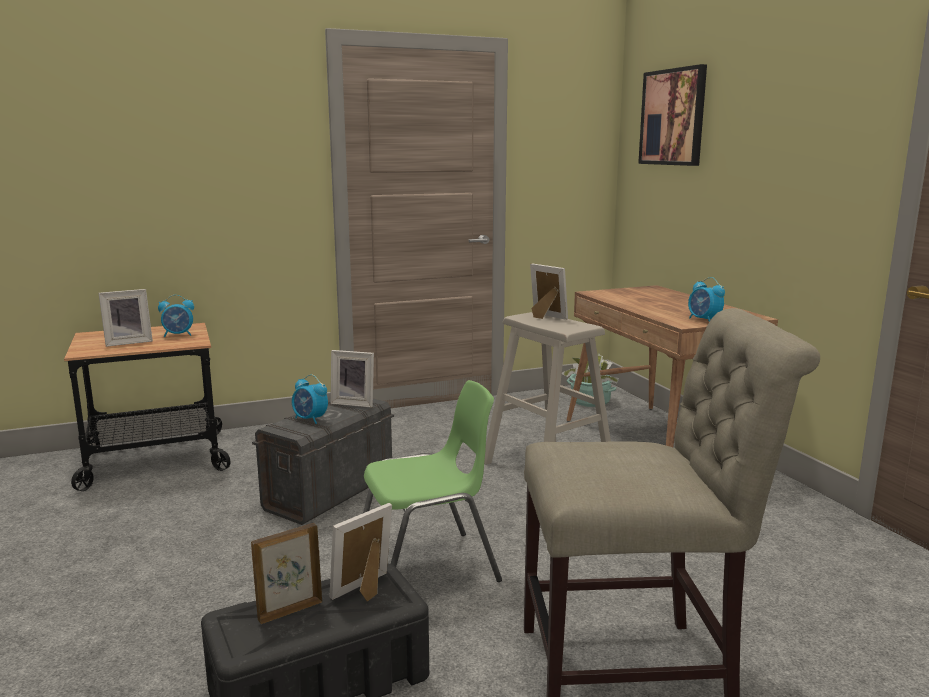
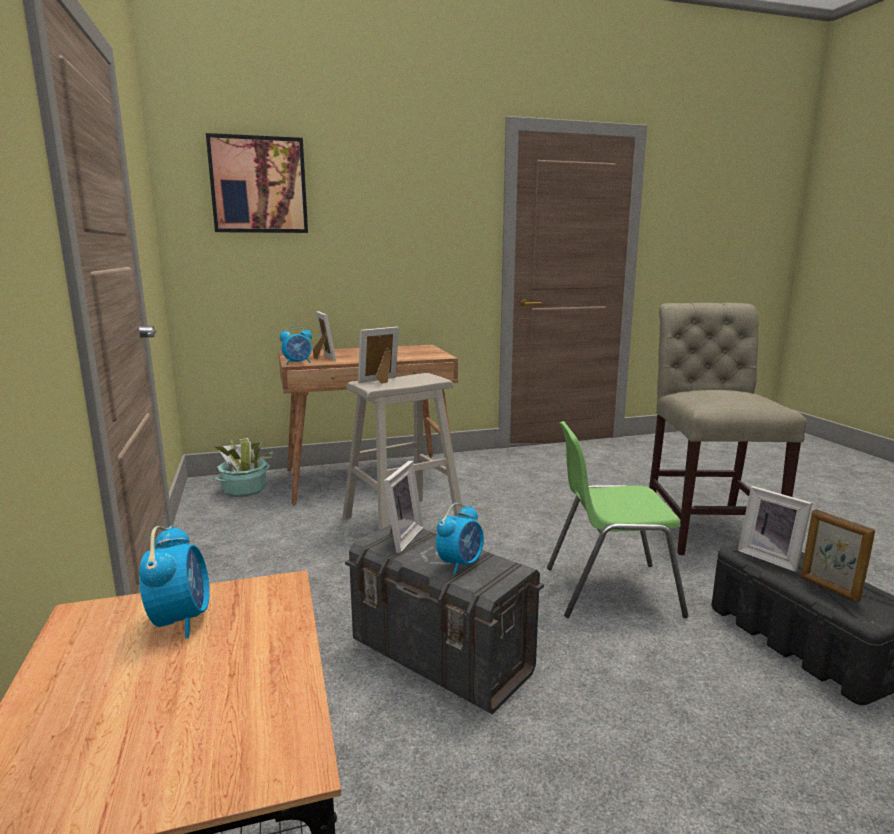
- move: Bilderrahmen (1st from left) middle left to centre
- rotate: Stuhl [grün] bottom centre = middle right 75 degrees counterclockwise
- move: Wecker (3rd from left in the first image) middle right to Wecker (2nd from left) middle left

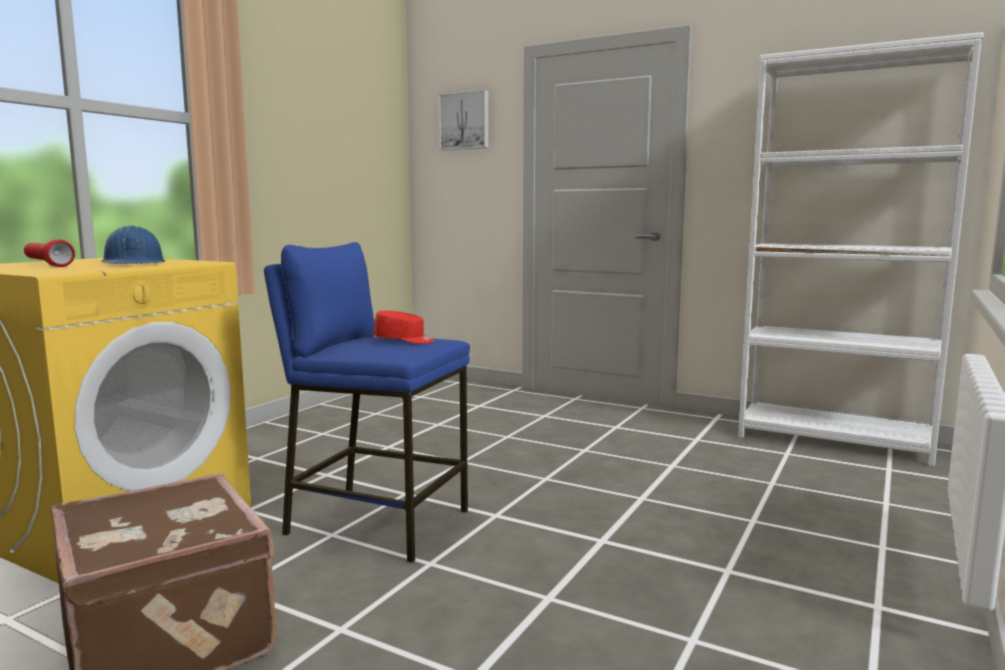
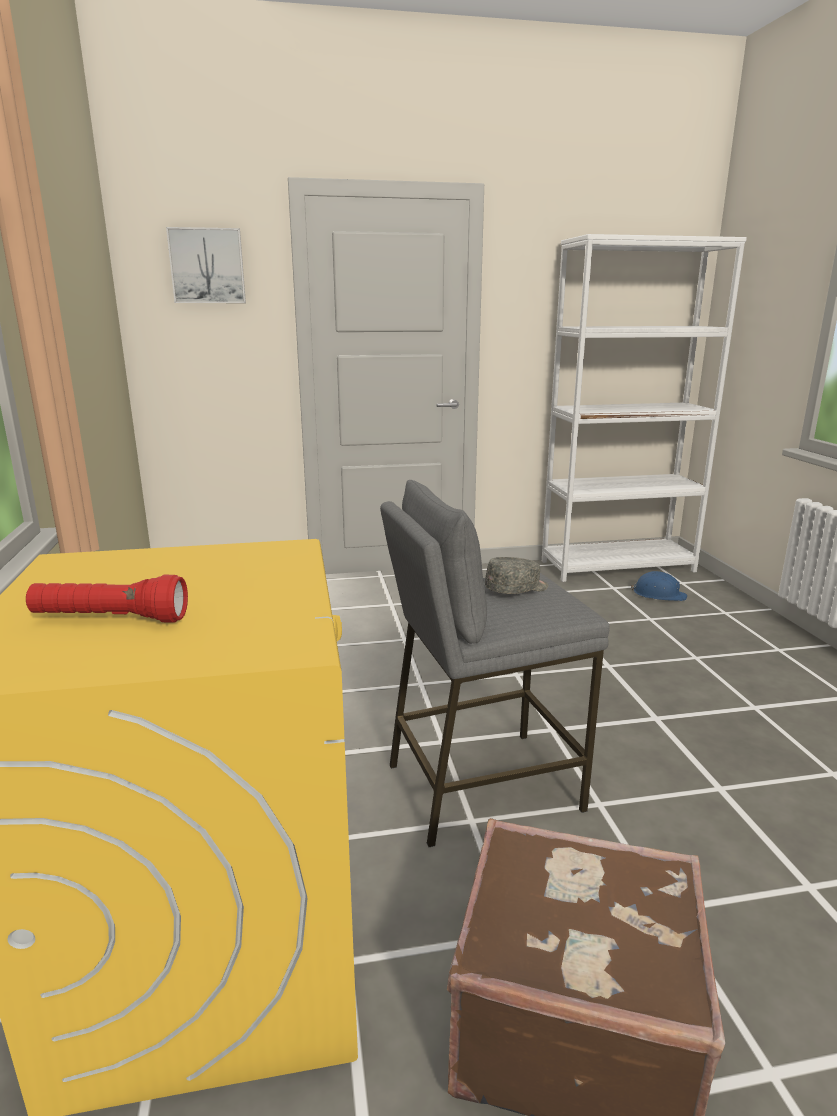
- move: Schutzhelm [blau] middle left to middle right
- recolor: Hocker [blau] centre to Hocker [grau] centre
- recolor: Kappe [rot] centre to Kappe [grau] centre

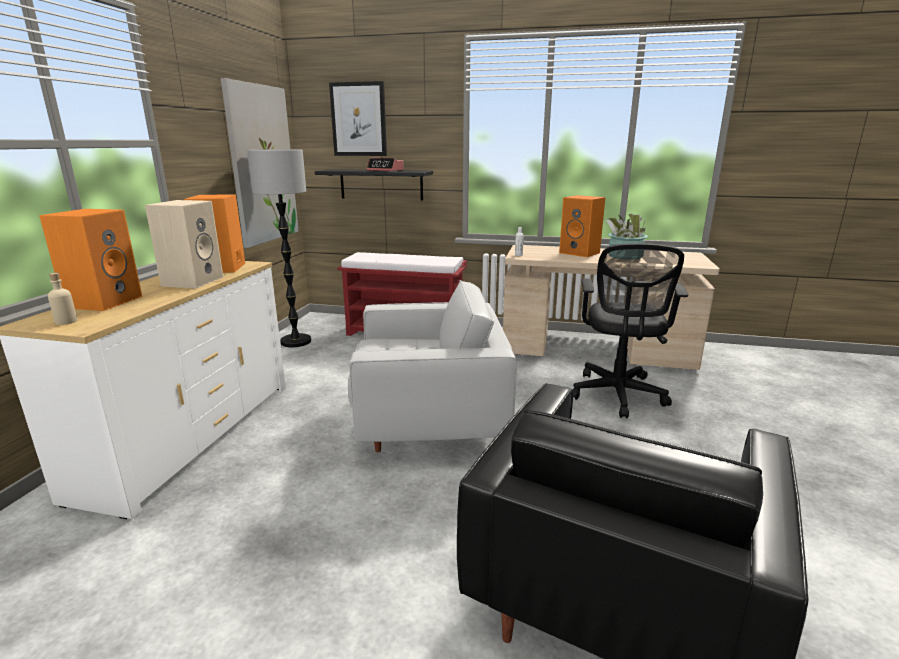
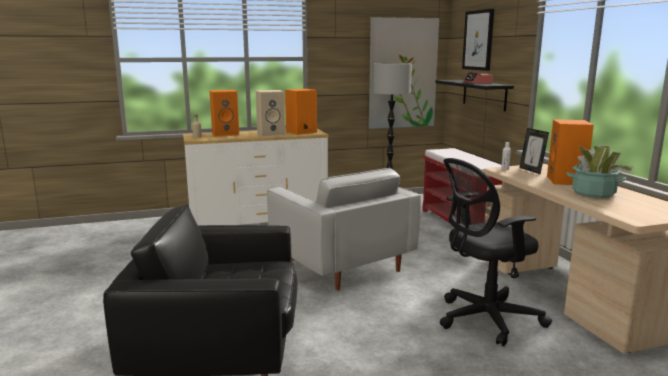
- insert: Bilderrahmen middle right

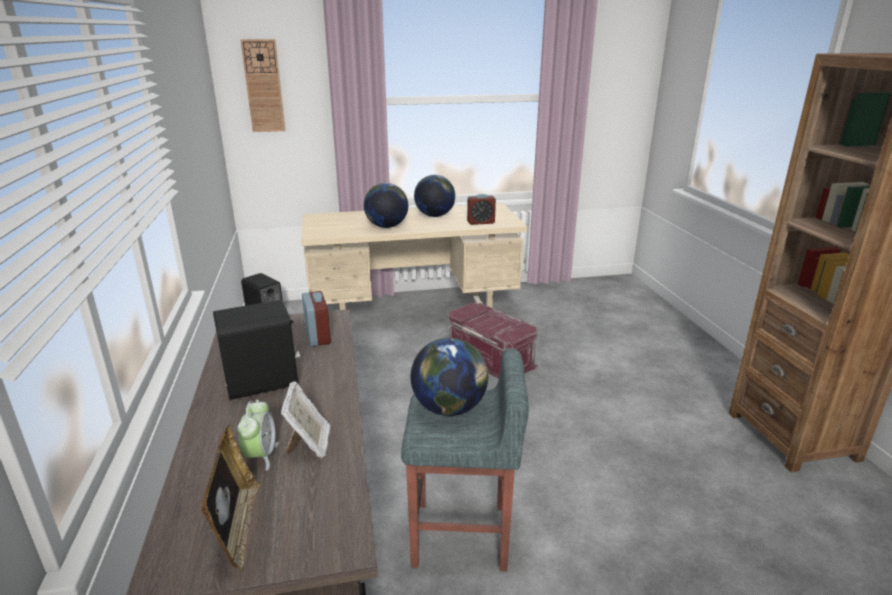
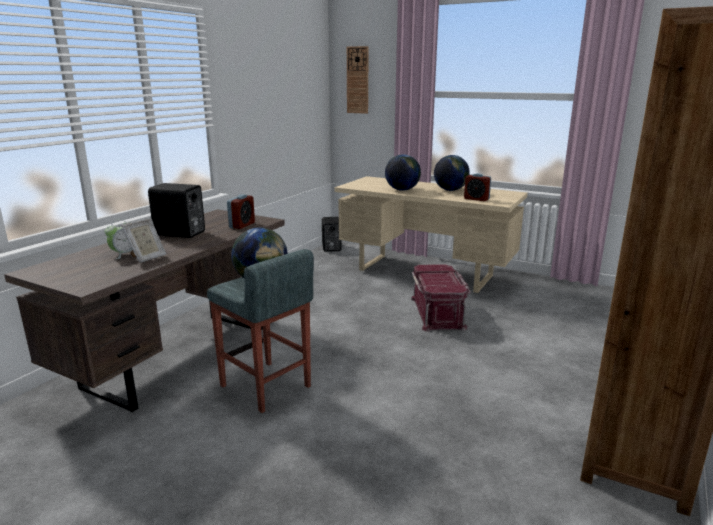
- delete: Bilderrahmen (1st from left) bottom left

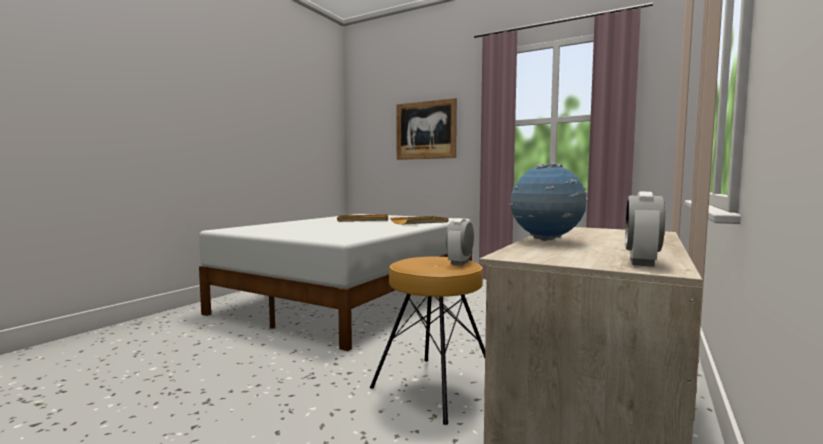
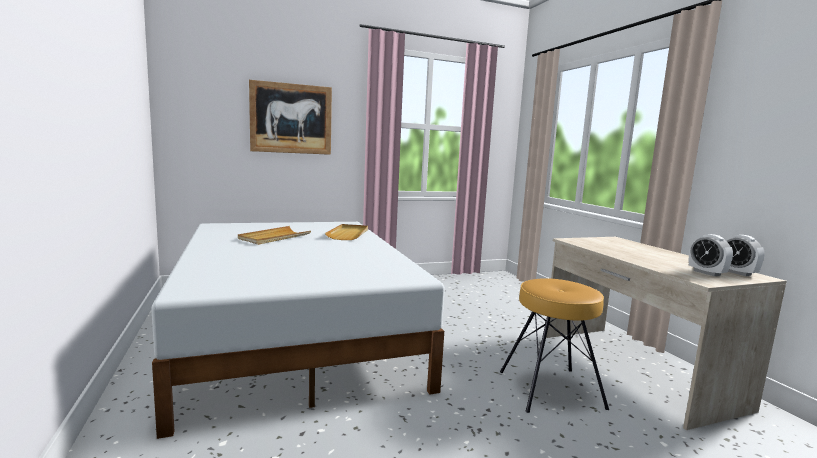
- move: Wecker (1st from left) centre to middle right
- delete: Globus centre

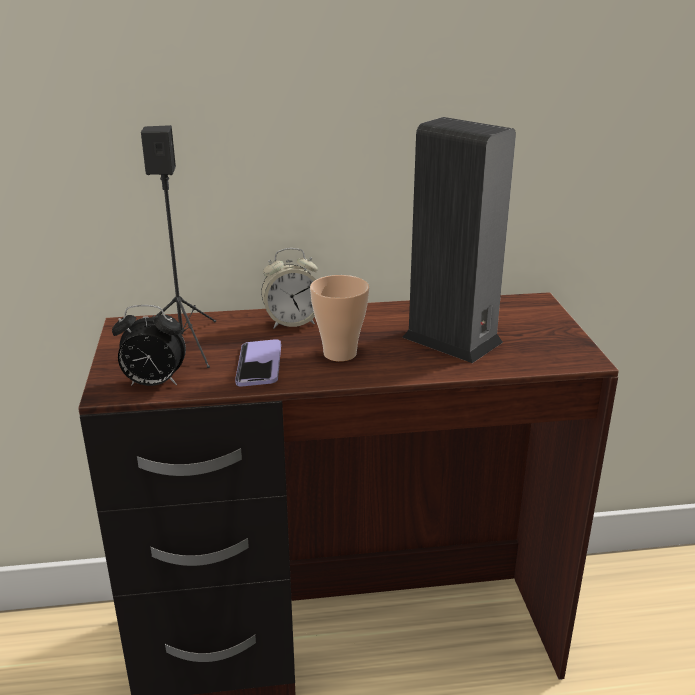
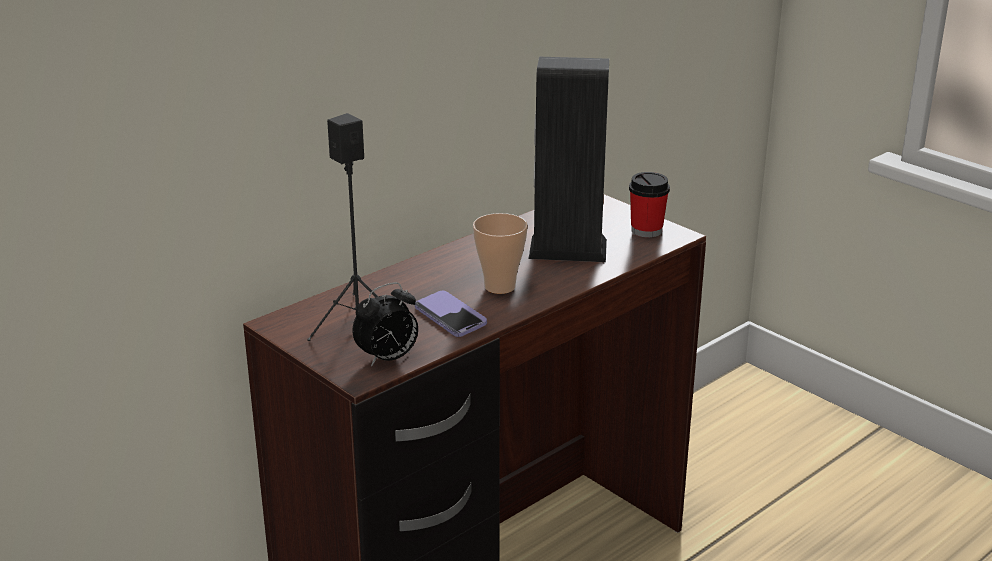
- delete: Wecker (2nd from left) centre
- insert: Tasse (2nd from left) centre

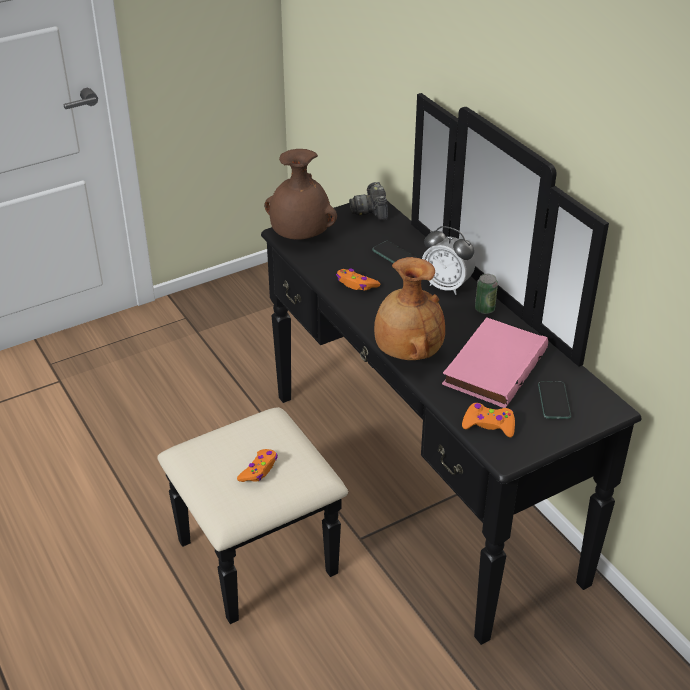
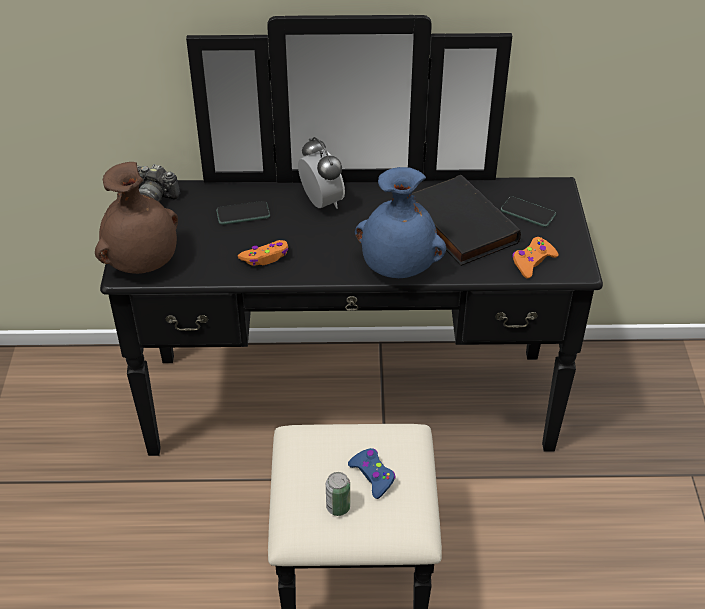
- recolor: Gamepad [orange] (1st from left) bottom centre to Gamepad [blau] bottom centre
- recolor: Vase [braun] (2nd from left) centre to Vase [blau] centre
- rotate: Wecker centre = top centre 90 degrees counterclockwise
- recolor: Buch [rosa] middle right to Buch [schwarz] centre
- move: Dose middle right to bottom centre

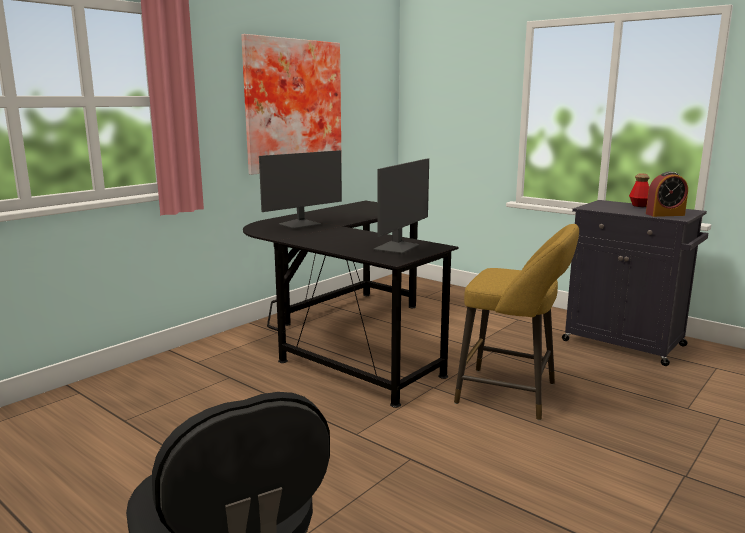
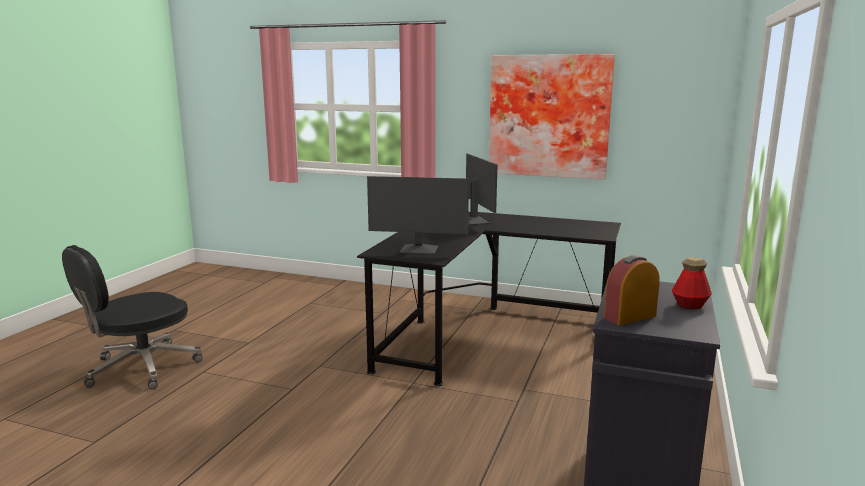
- rotate: Monitor (1st from left in the first image) centre = centre 135 degrees counterclockwise
- delete: Hocker [gelb] middle right
- rotate: Wecker middle right = middle right 90 degrees clockwise

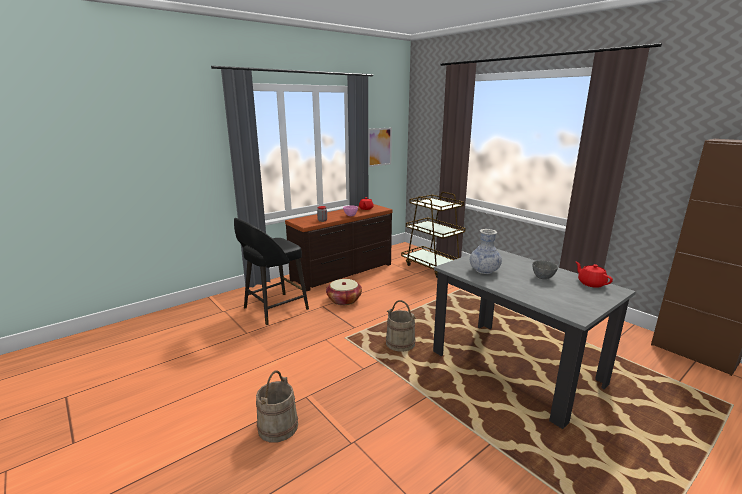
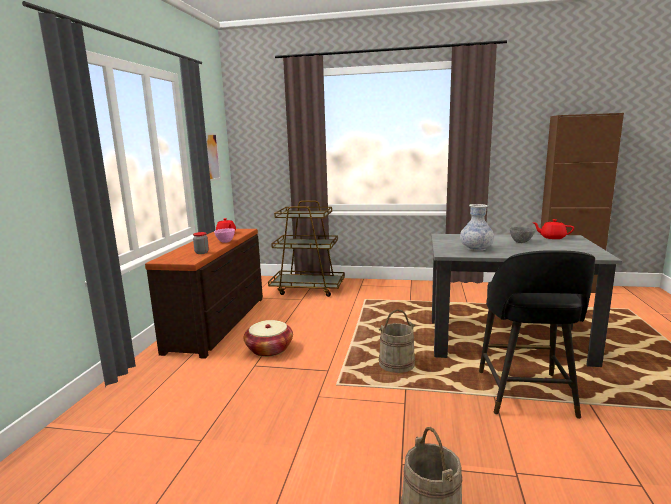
- move: Hocker [schwarz] centre to middle right

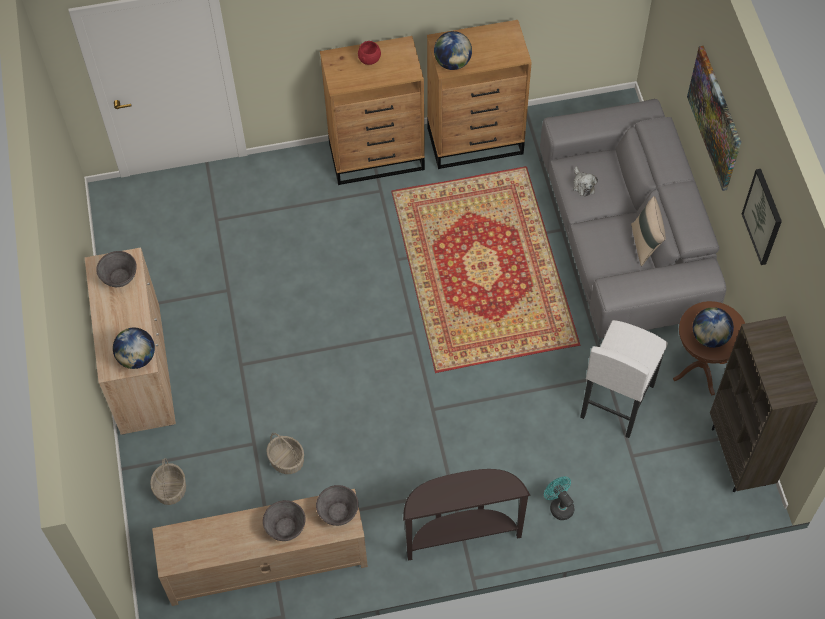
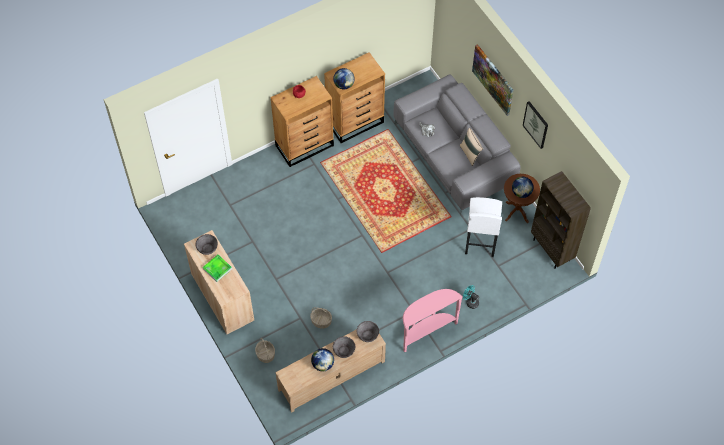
- move: Globus (1st from left) middle left to bottom centre
- recolor: Konsolentisch [braun] bottom centre to Konsolentisch [rosa] bottom centre
- insert: Tablett middle left

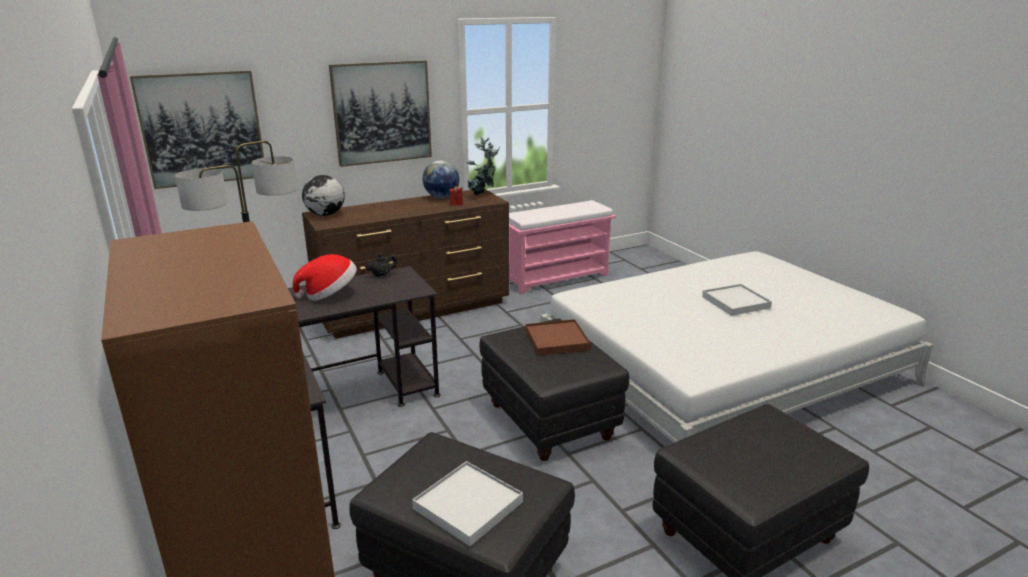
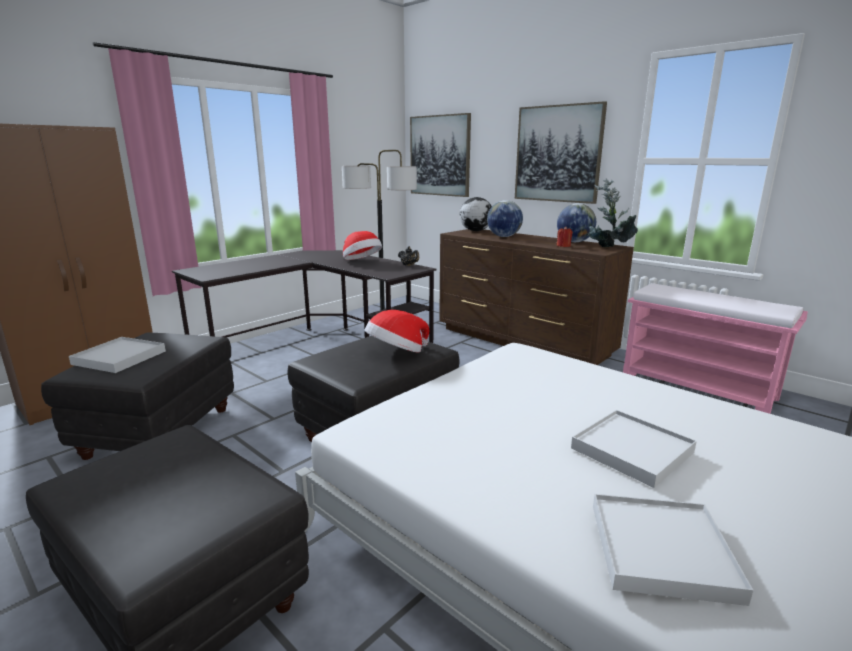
- replace: Tablett [braun] centre to Hut (2nd from left) centre
- insert: Globus (2nd from left) centre
- insert: Tablett [weiß] (3rd from left) bottom right

